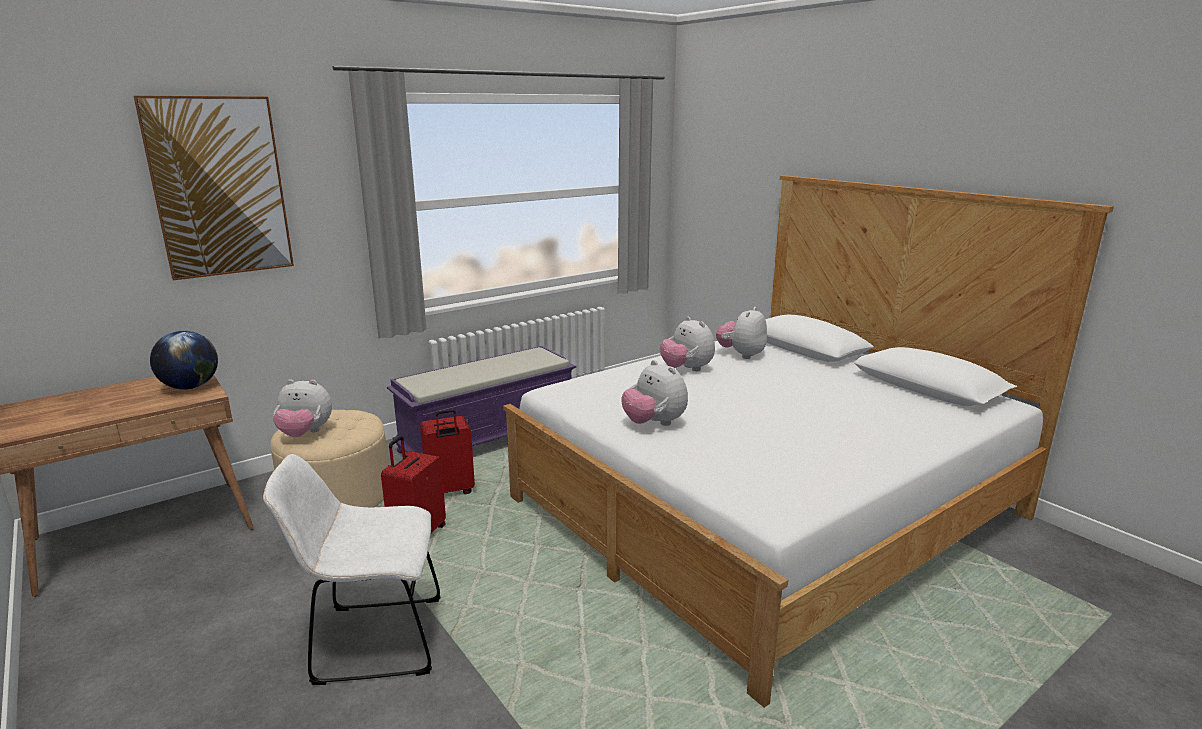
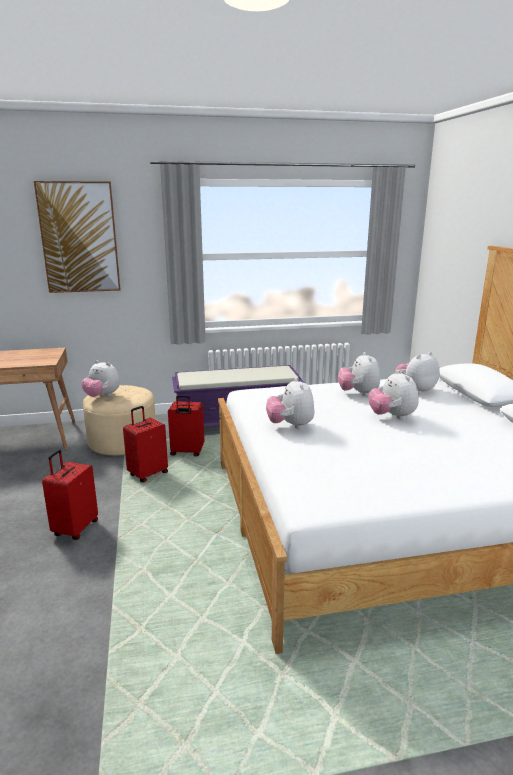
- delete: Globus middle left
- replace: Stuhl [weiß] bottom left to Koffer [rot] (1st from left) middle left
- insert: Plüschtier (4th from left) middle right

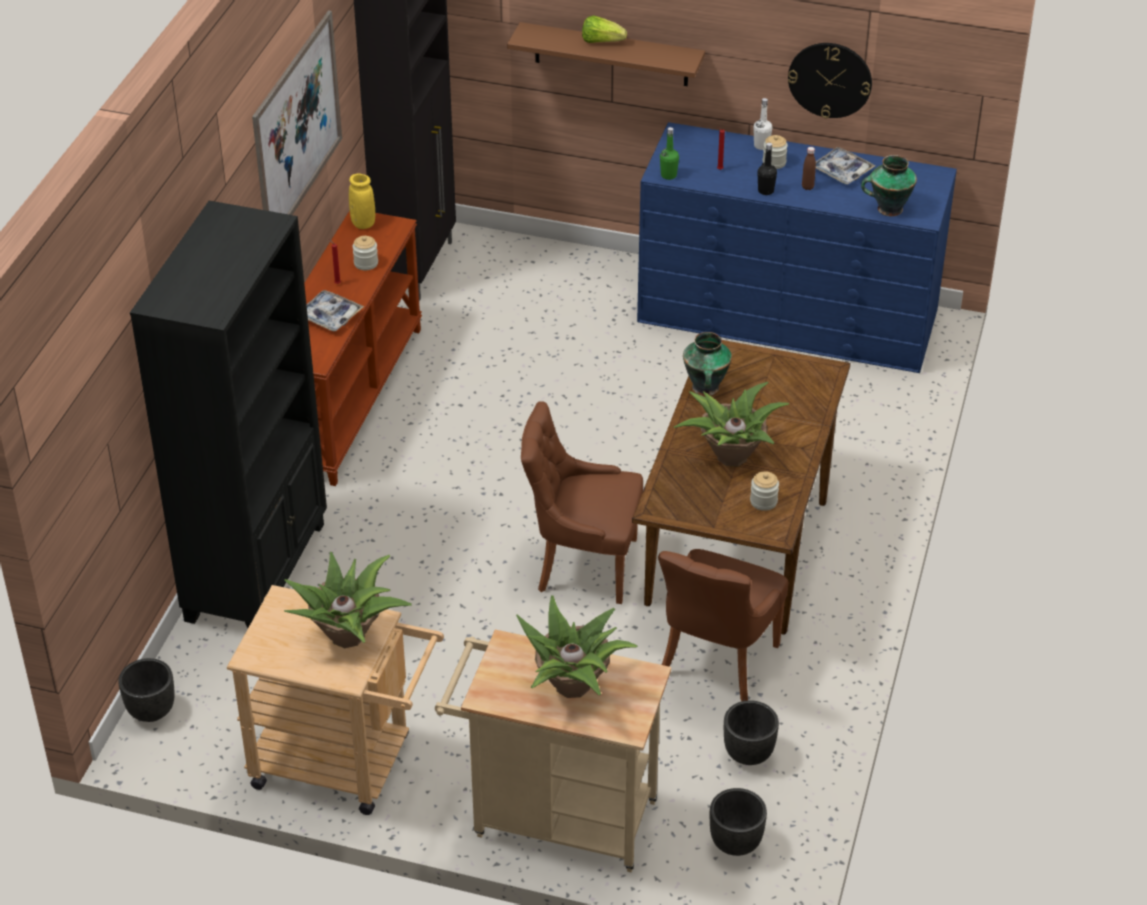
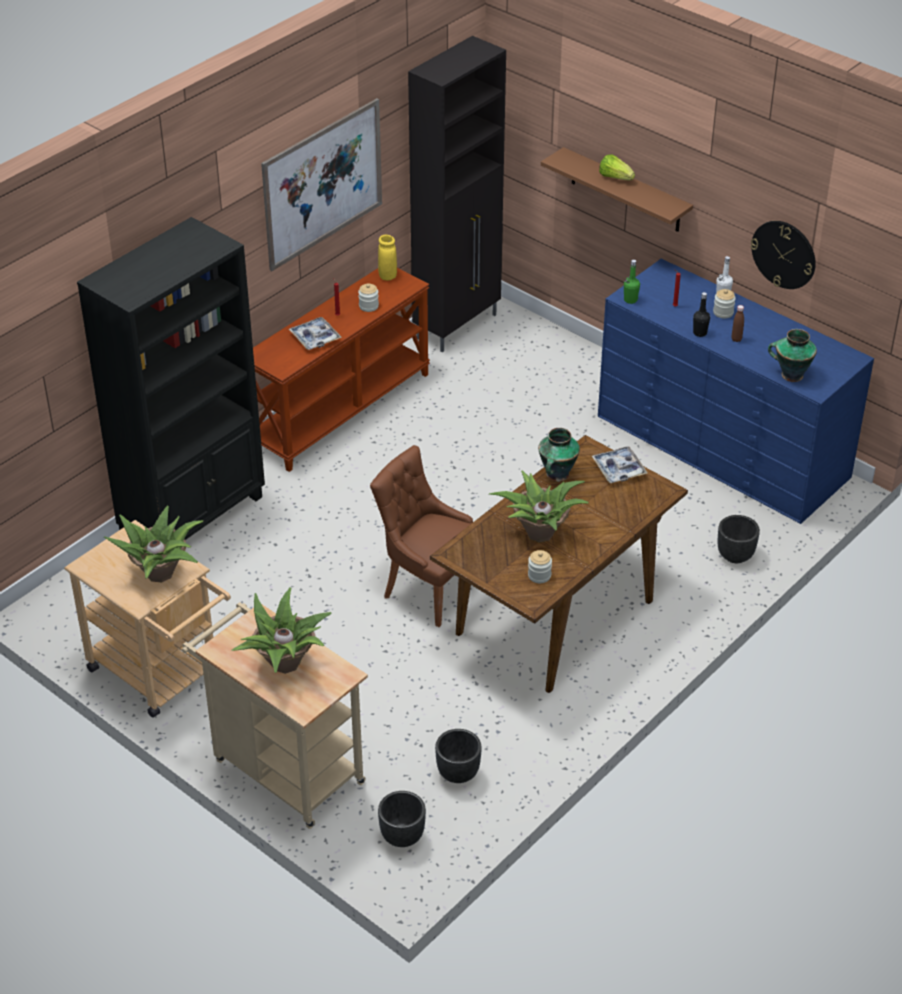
- move: Pflanzkübel [schwarz] (1st from left in the first image) bottom left to Pflanzkübel [schwarz] (3rd from left) middle right
- delete: Stuhl [braun] (2nd from left) bottom centre
- move: Tablett (2nd from left) top right to middle right

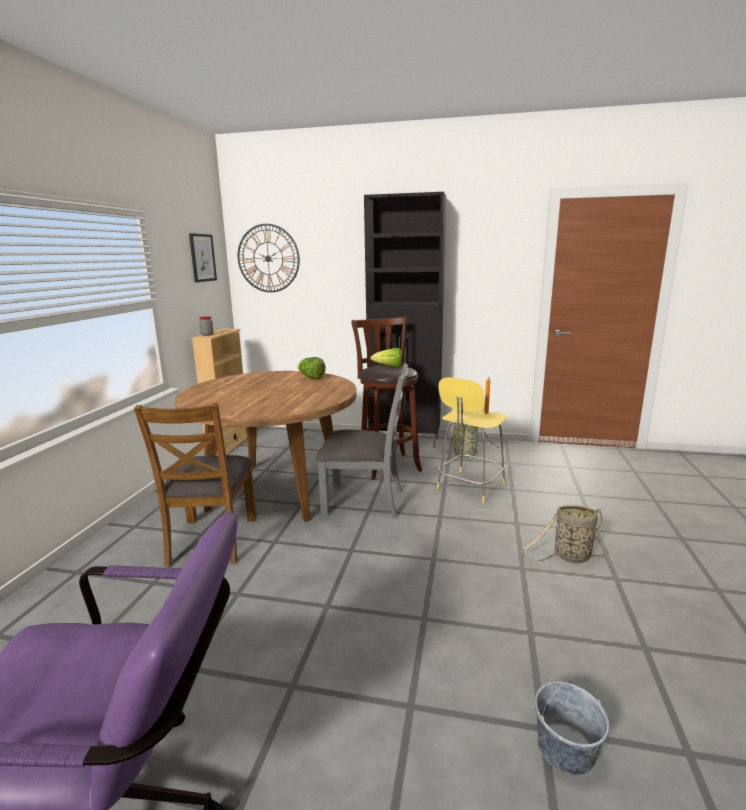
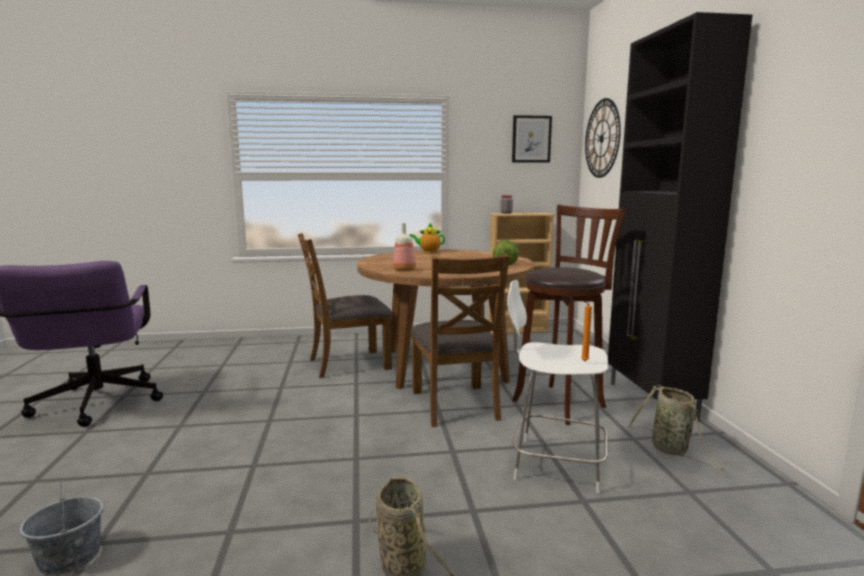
- recolor: Stuhl [grau] centre to Stuhl [braun] (2nd from left) centre
- delete: Salatkopf (2nd from left) centre
- recolor: Hocker [gelb] centre to Hocker [weiß] bottom centre
- insert: Flasche centre
- insert: Teekanne centre

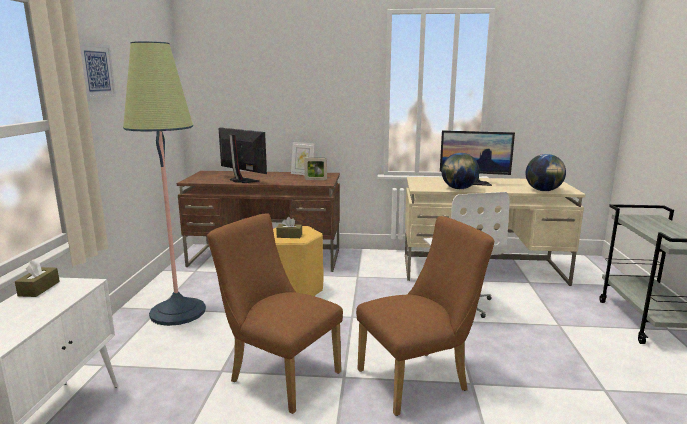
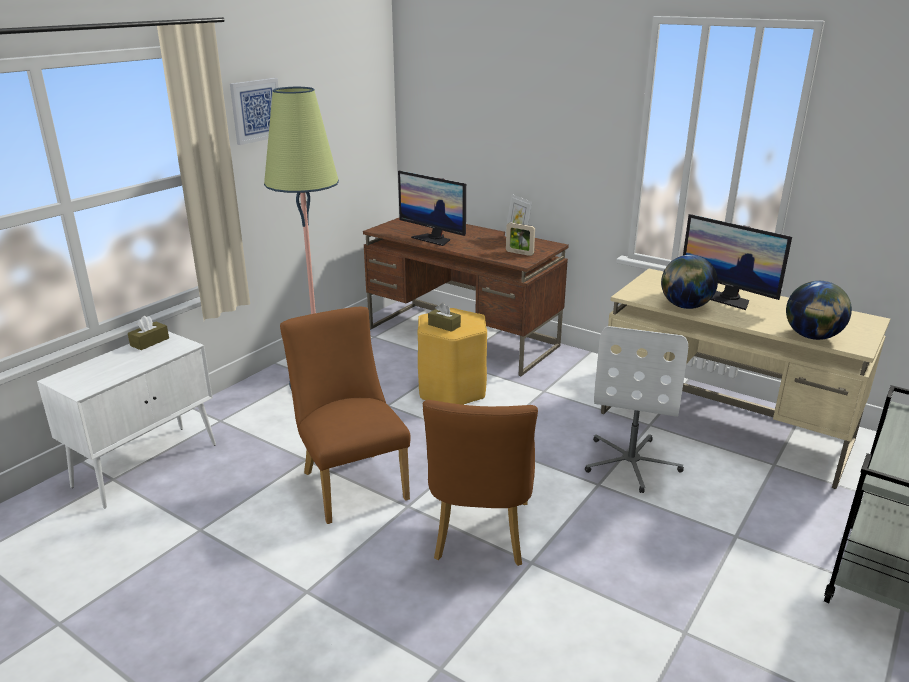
- rotate: Monitor (1st from left) centre = top centre 150 degrees clockwise
- rotate: Stuhl [braun] (2nd from left) bottom centre = bottom centre 90 degrees clockwise

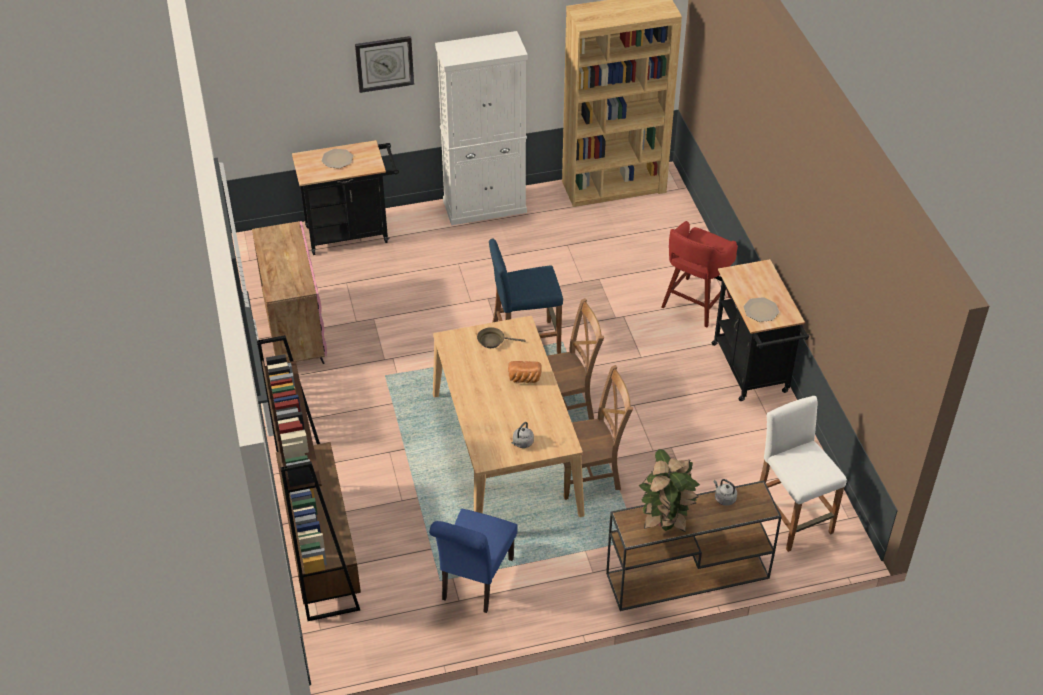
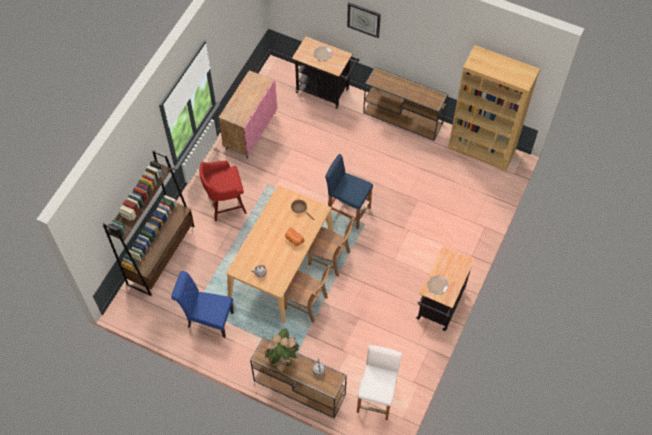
- rotate: Stuhl [blau] bottom centre = bottom left 45 degrees clockwise
- replace: Schrank [weiß] top centre to Konsolentisch [braun] (2nd from left) top centre
- move: Hocker [rot] middle right to centre

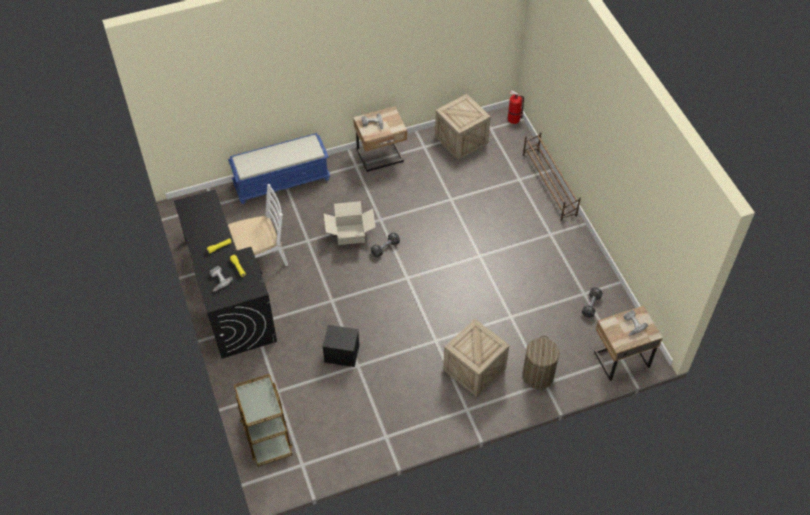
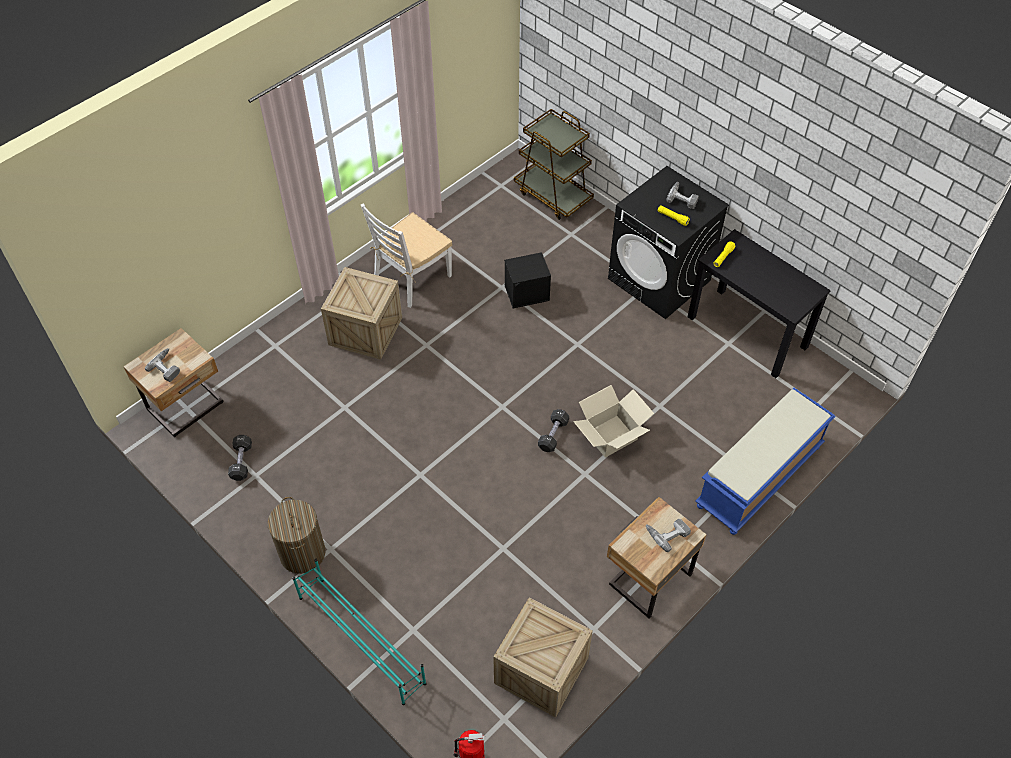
- move: Stuhl [weiß] middle left to centre
- move: Wäschekorb bottom right to bottom left
- recolor: Schuhregal [braun] middle right to Schuhregal [türkis] bottom centre

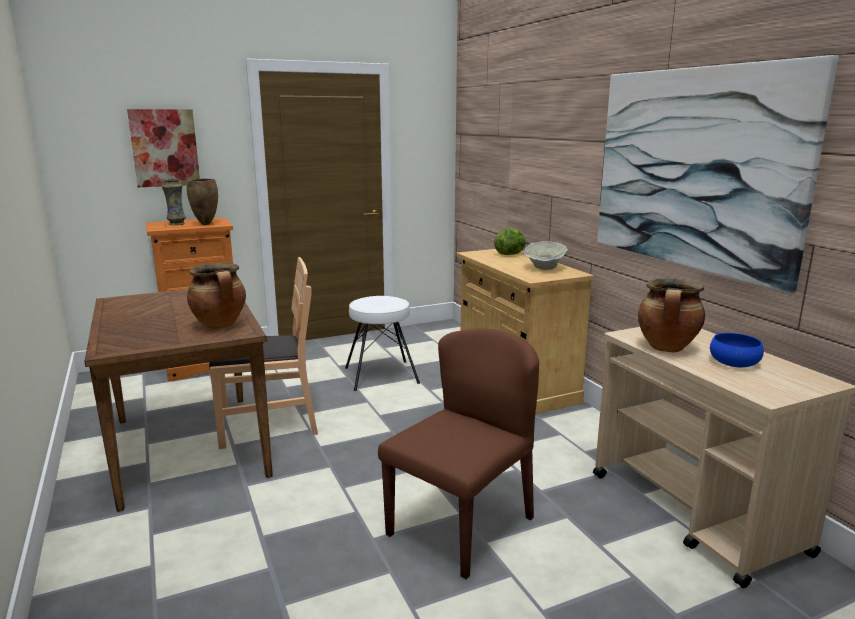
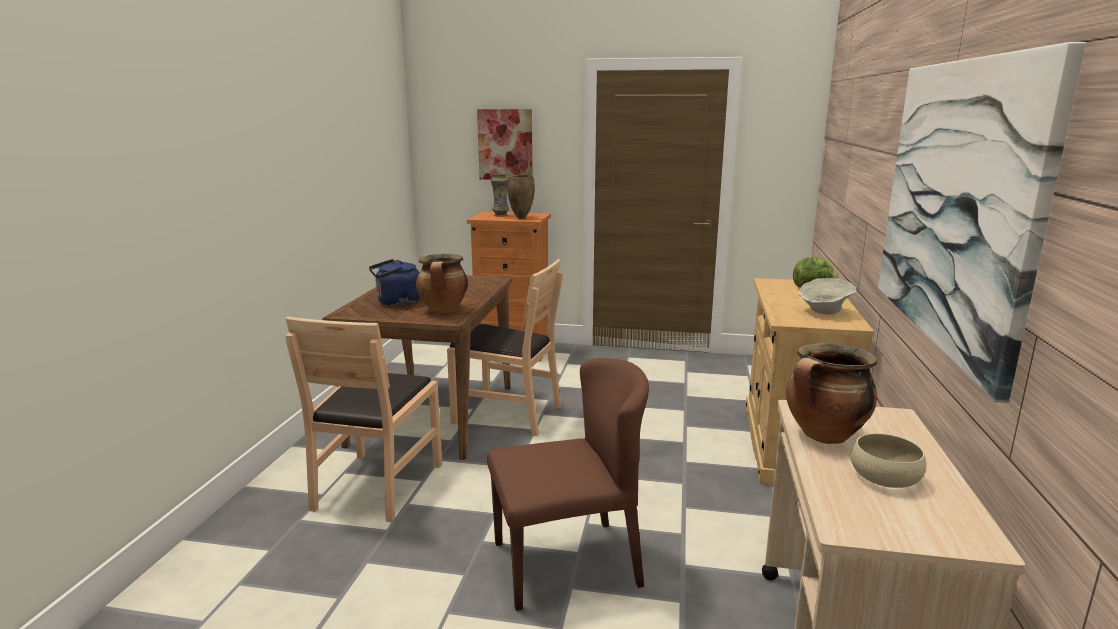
- delete: Hocker [weiß] centre
- recolor: Schüssel [blau] middle right to Schüssel [beige] (2nd from left) bottom right
- insert: Stuhl [braun] (1st from left) middle left
- insert: Wasserkessel [blau] centre

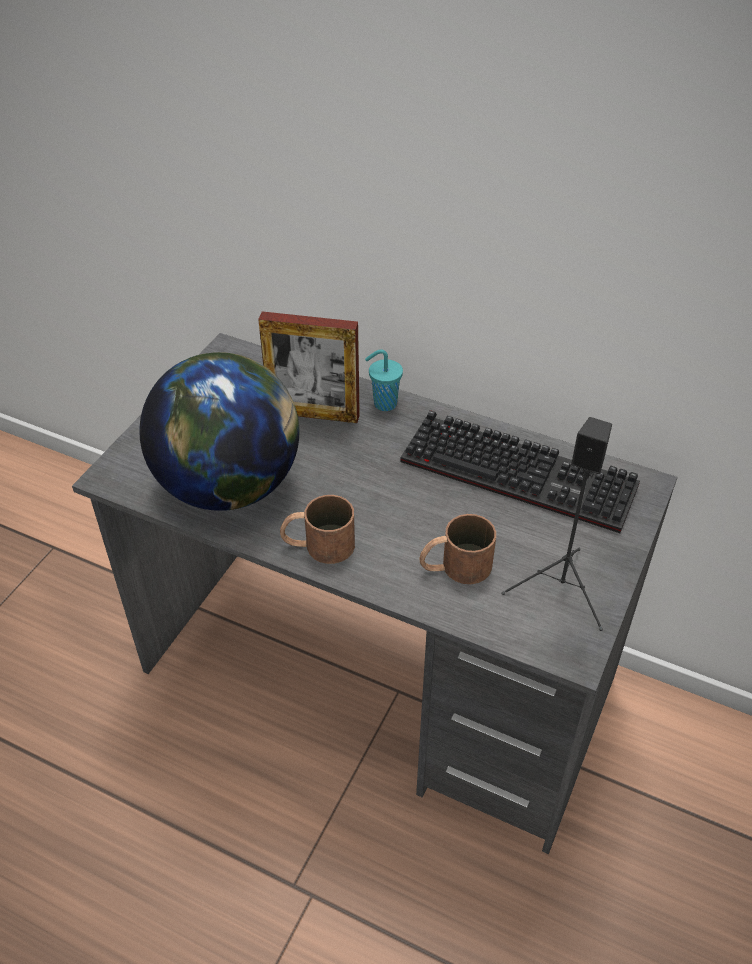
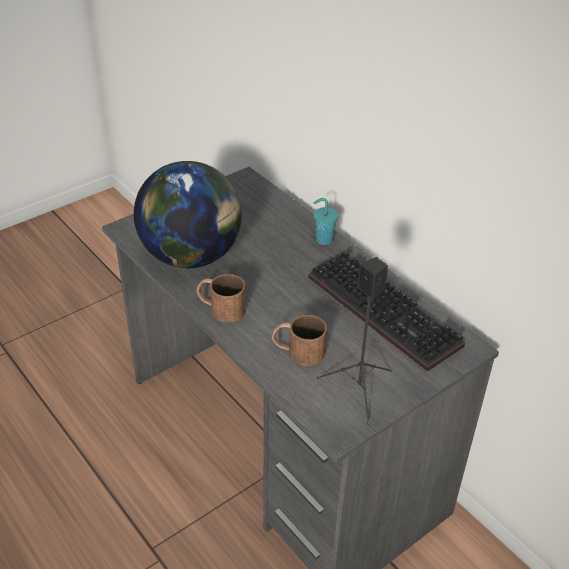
- delete: Bilderrahmen centre

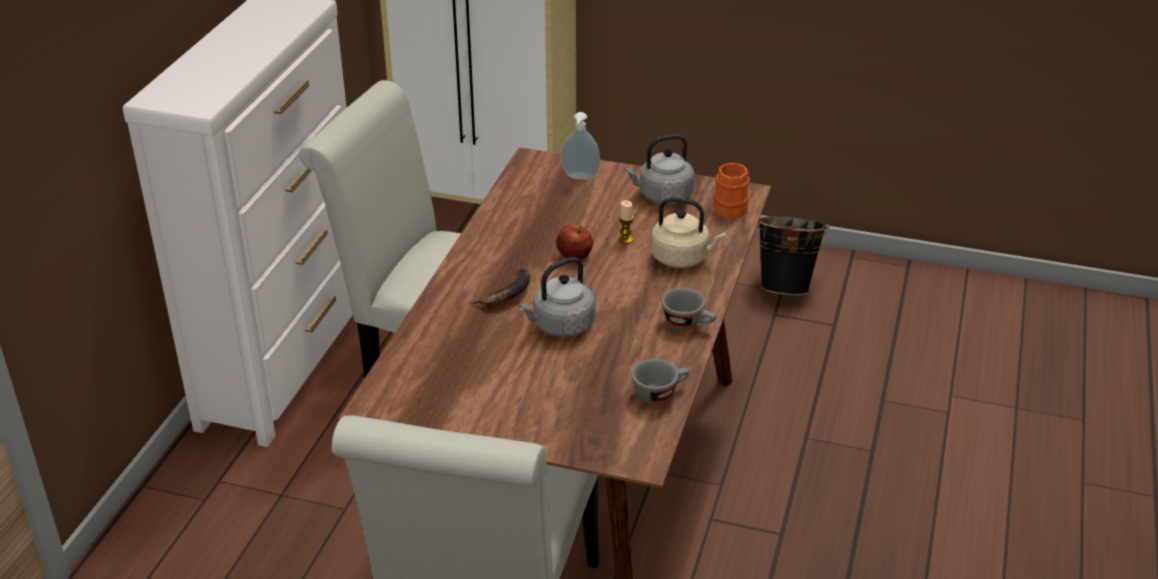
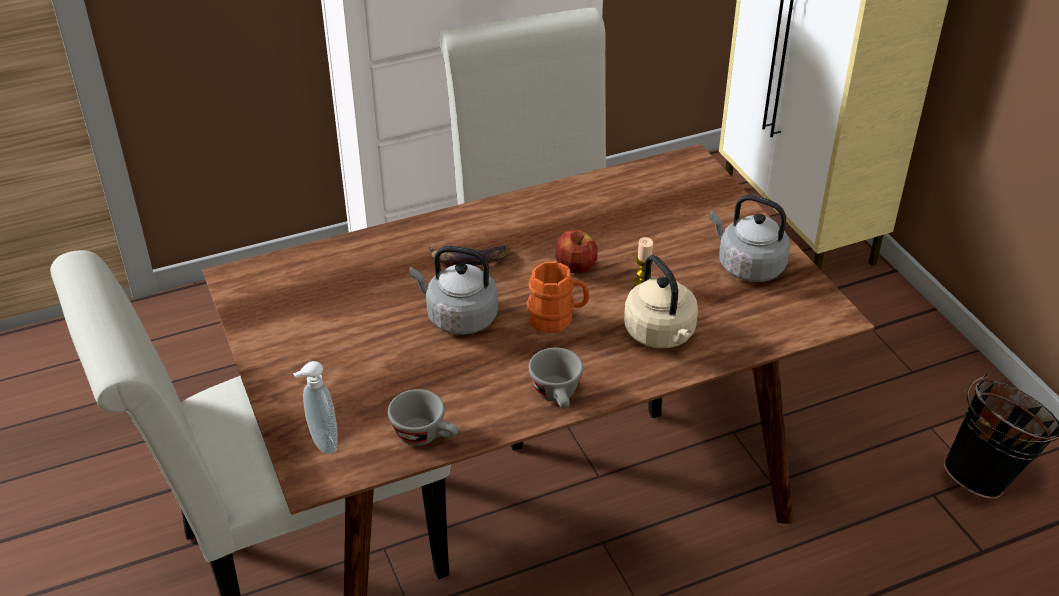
- move: Seifenspender top centre to bottom left
- move: Henkelbecher [orange] top centre to centre

